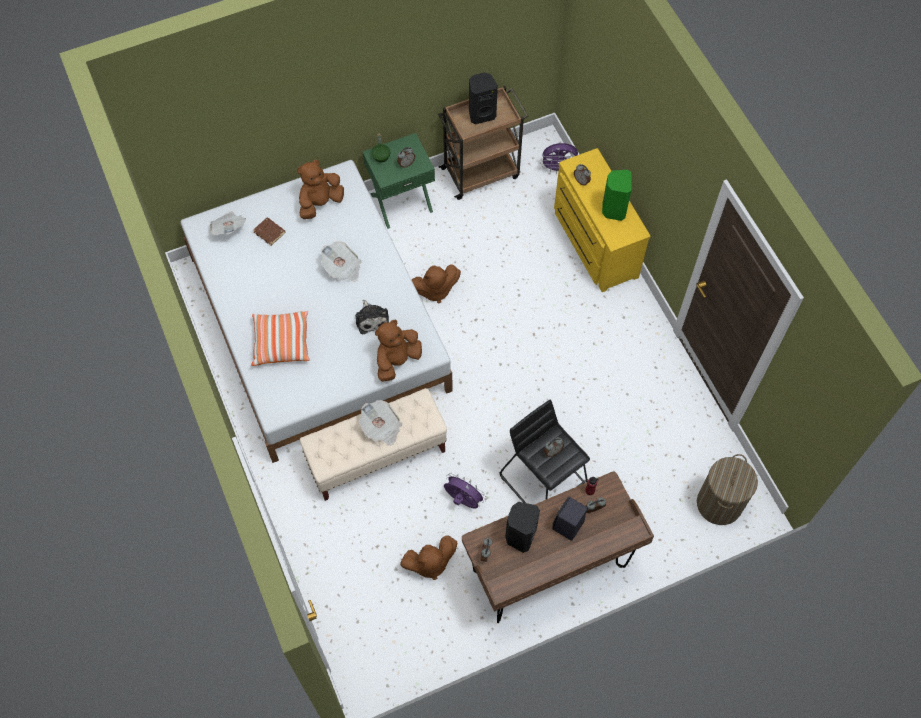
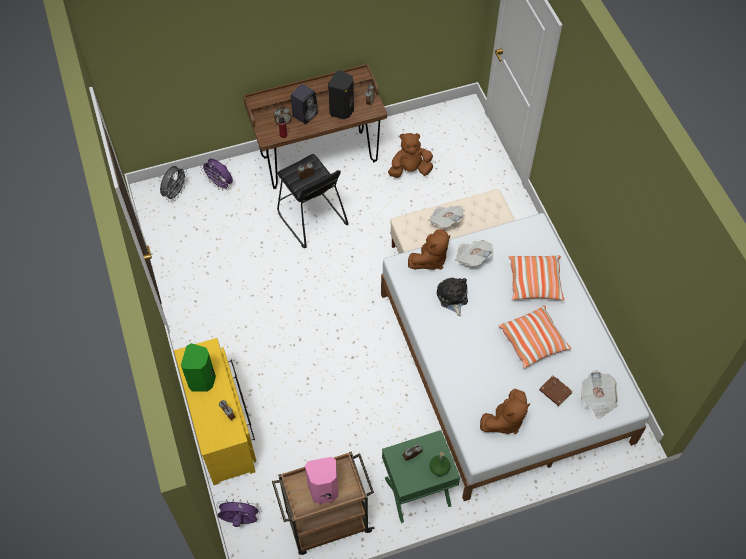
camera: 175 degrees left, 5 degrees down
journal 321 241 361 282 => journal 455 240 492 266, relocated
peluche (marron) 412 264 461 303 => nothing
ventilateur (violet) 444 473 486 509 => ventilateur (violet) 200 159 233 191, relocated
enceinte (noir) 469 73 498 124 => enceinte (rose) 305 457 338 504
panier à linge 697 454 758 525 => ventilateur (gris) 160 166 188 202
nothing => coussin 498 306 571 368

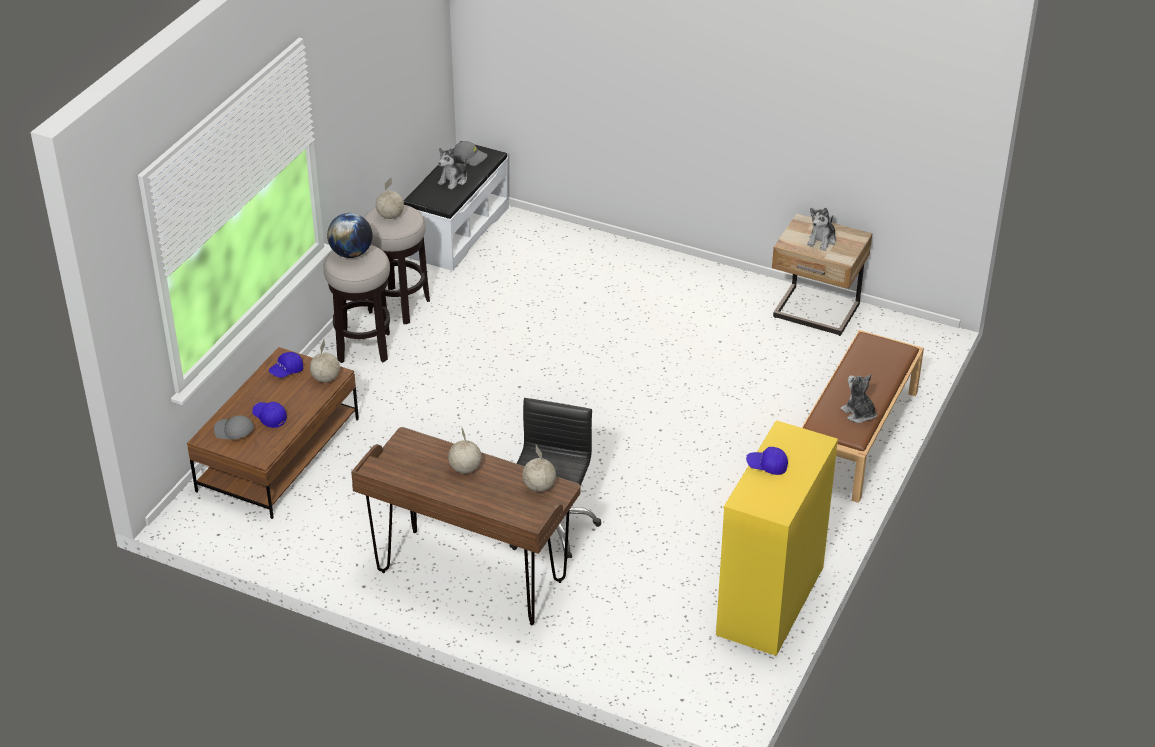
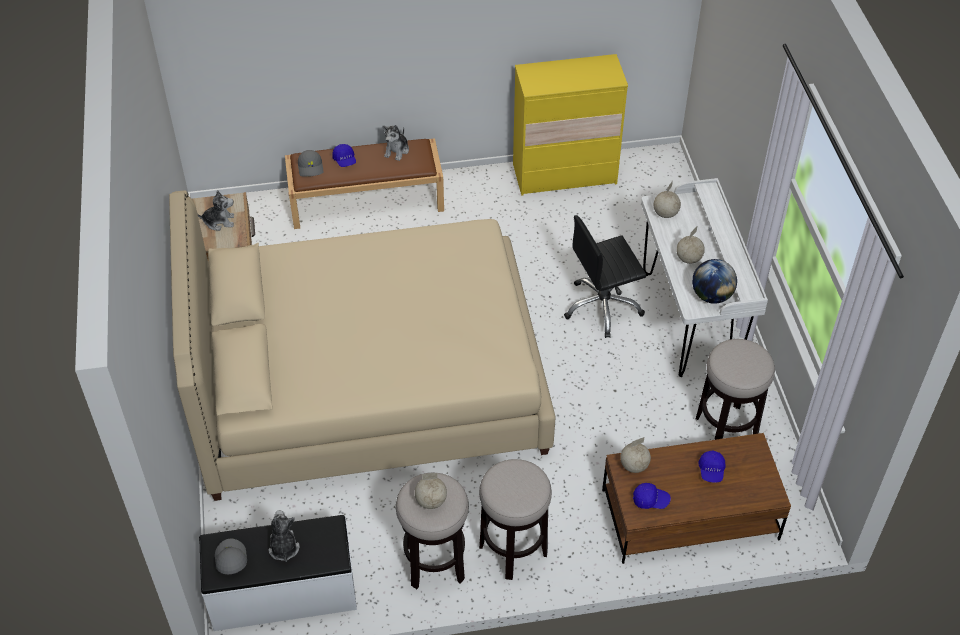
camera: 125 degrees left, 10 degrees up
casquette (gris) 214 415 254 440 => casquette (gris) 298 150 323 177, relocated
globe 327 213 372 258 => globe 692 259 737 304, relocated
bureau (marron) 351 427 580 625 => bureau (blanc) 641 178 768 377
peluche 438 148 467 190 => peluche 269 510 300 562, 105 degrees counterclockwise
casquette (bleu) 746 447 788 475 => casquette (bleu) 332 144 356 167, relocated
nothing => lit (beige) 169 191 556 501
nothing => tabouret 696 339 775 440

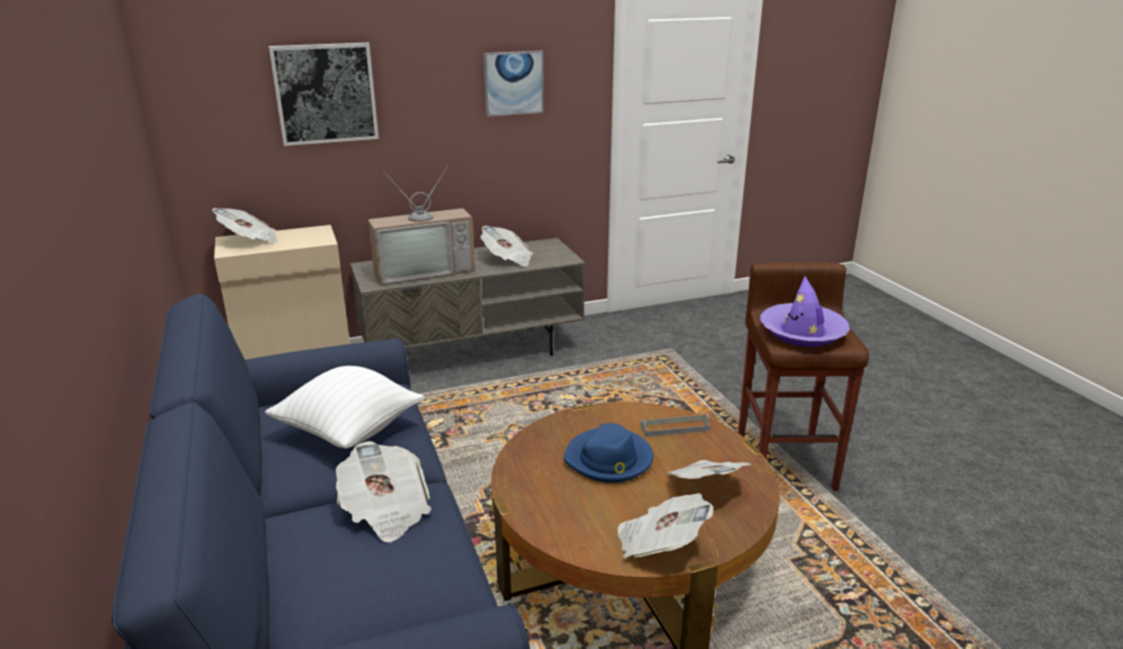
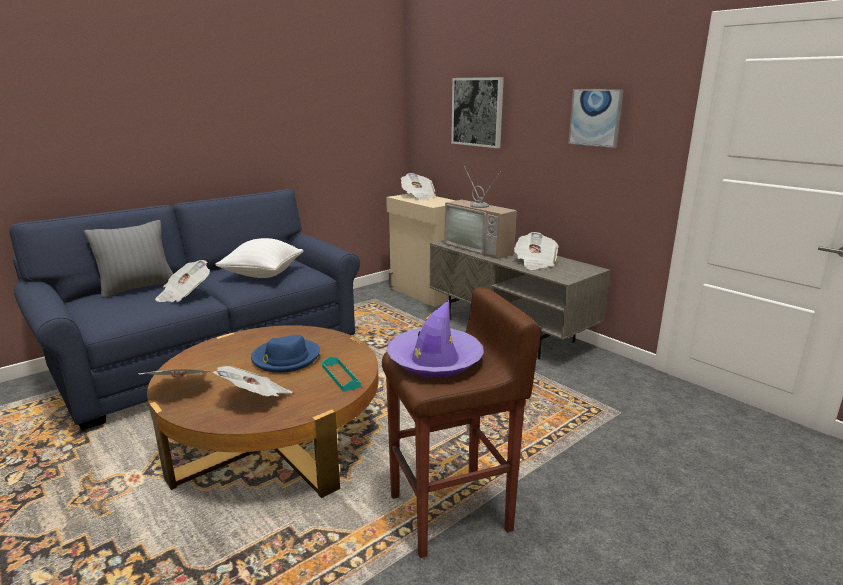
camera: 70 degrees right, 5 degrees down
plateau (gris) 640 414 711 437 => plateau (turquoise) 322 356 361 392
nothing => coussin (gris) 84 220 173 298

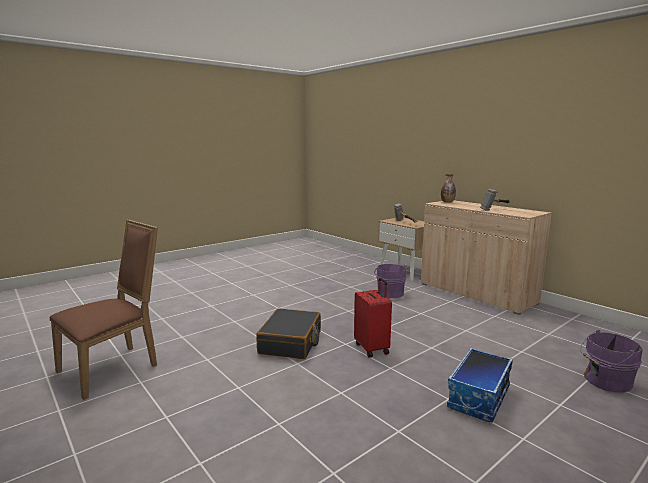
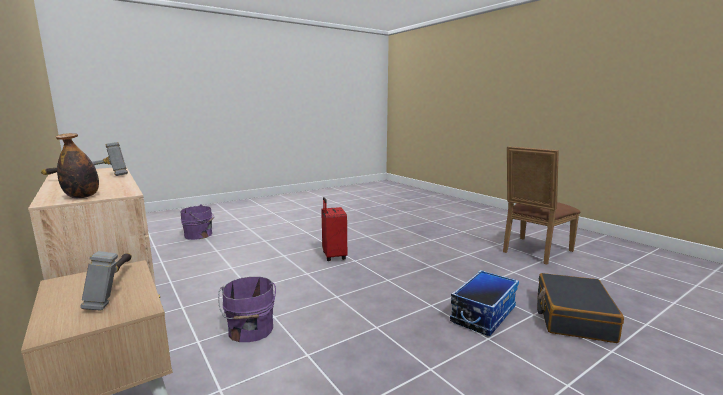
camera: 175 degrees left, 0 degrees up
valise (noir) 256 308 321 359 => valise (noir) 537 273 624 343, relocated
boîte de rangement 447 348 513 423 => boîte de rangement 450 270 519 336, relocated

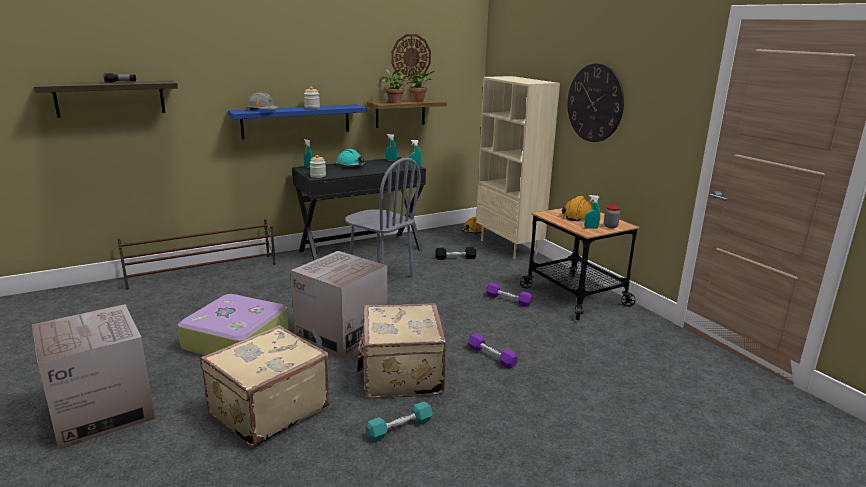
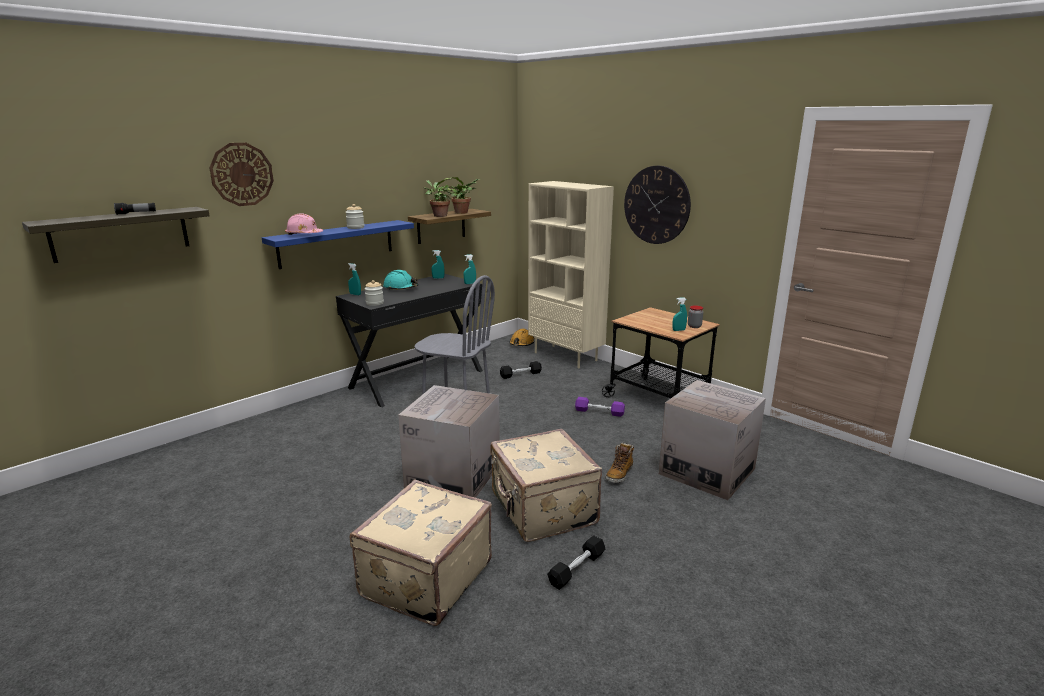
camera: 15 degrees left, 0 degrees up
carton 32 304 155 449 => carton 659 380 766 501, relocated
étagère à chaussures (marron) 117 219 276 290 => nothing
valise 178 294 288 355 => nothing
casque de chantier (gris) 247 92 279 110 => casque de chantier (rose) 285 213 323 235
haltère (turquoise) 366 401 433 442 => haltère (noir) 547 535 605 590
horloge murale 391 34 431 80 => horloge murale 209 143 274 206, relocated
haltère (violet) 468 333 518 368 => botte 606 443 634 483
casque de chantier (orange) 562 196 592 221 => nothing

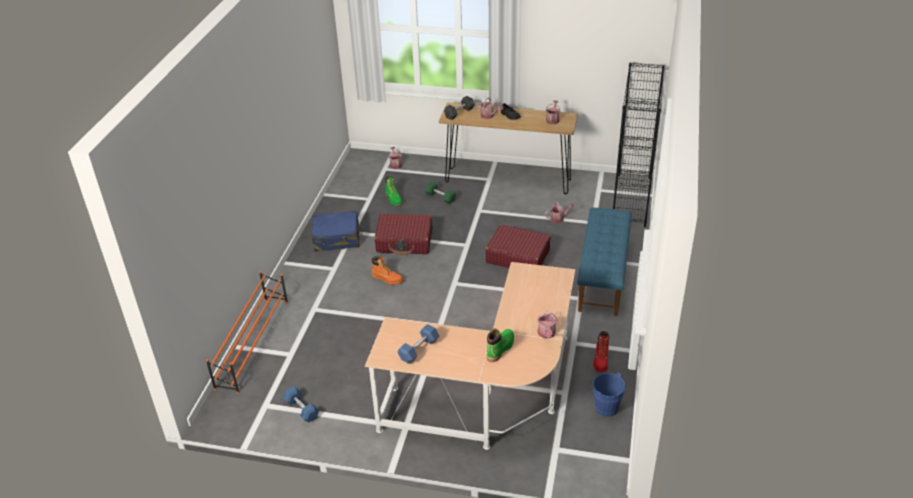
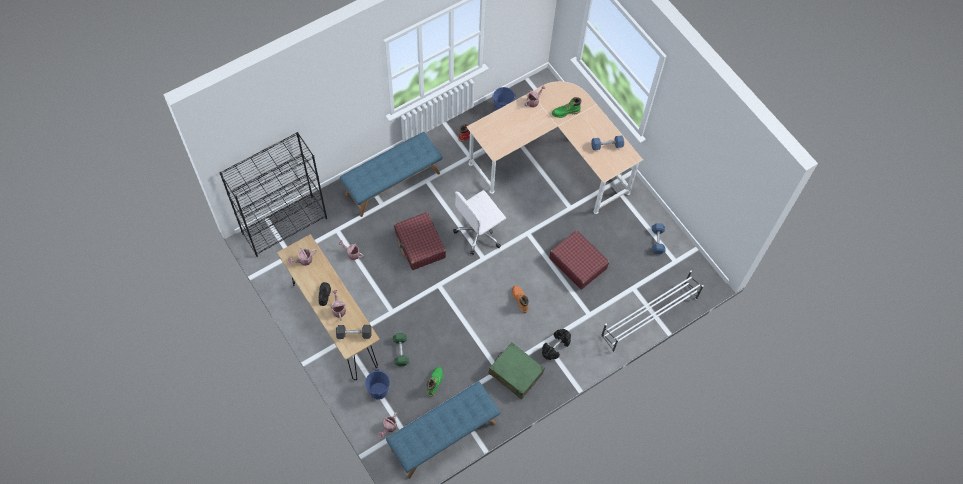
camera: 140 degrees left, 25 degrees up
étagère à chaussures (orange) 206 271 288 394 => étagère à chaussures (blanc) 601 270 704 353
valise (bleu) 312 211 362 252 => valise (vert) 489 342 545 399
valise (rouge) 374 214 432 255 => valise (rouge) 549 230 609 289, relocated
nothing => seau (bleu) 365 369 394 400
nothing => banc (bleu) 386 381 501 479
nothing => chaise de bureau (blanc) 453 190 506 255
nothing => haltère (noir) 542 329 571 360

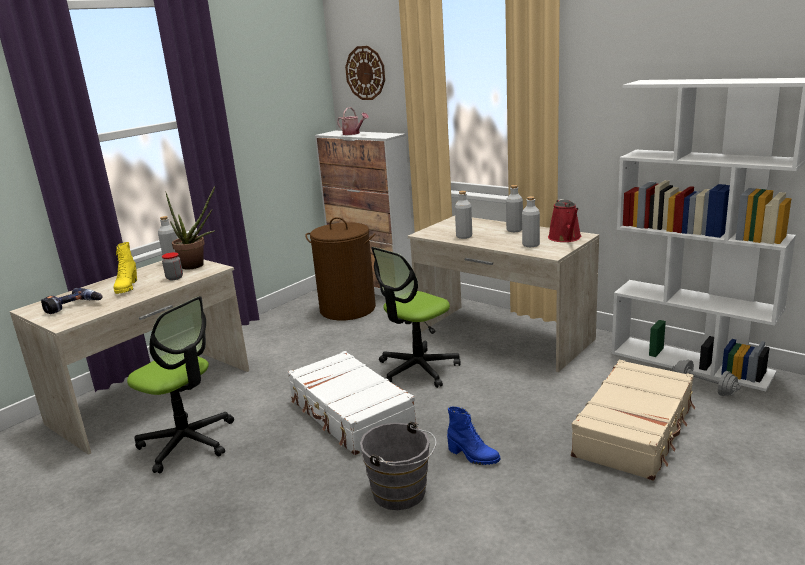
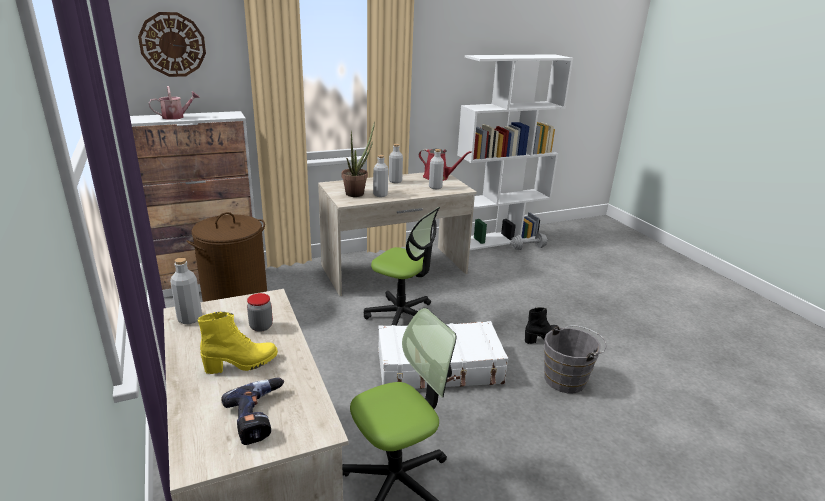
camera: 65 degrees left, 5 degrees up
botte (jaune) 114 242 137 294 => botte (jaune) 197 312 278 374, 45 degrees counterclockwise
plante en pot 165 186 215 269 => plante en pot 341 121 375 197, relocated
chaise de bureau 371 247 461 388 => chaise de bureau 364 207 440 326, 45 degrees counterclockwise
botte (bleu) 447 407 501 465 => botte (noir) 525 307 559 344
valise (beige) 571 360 695 481 => nothing

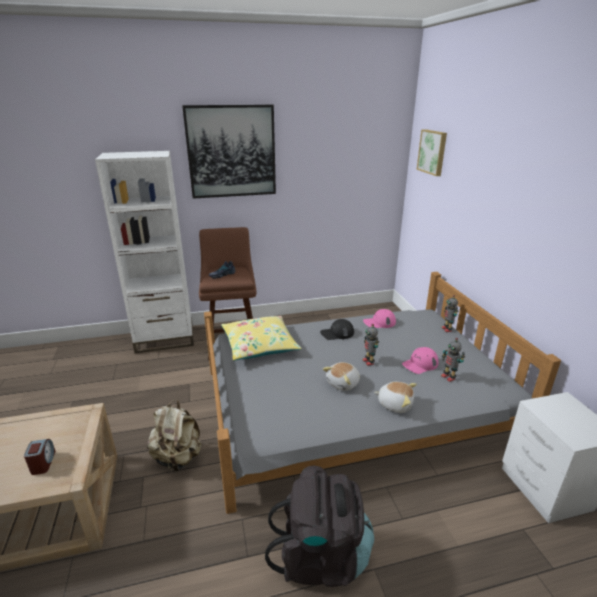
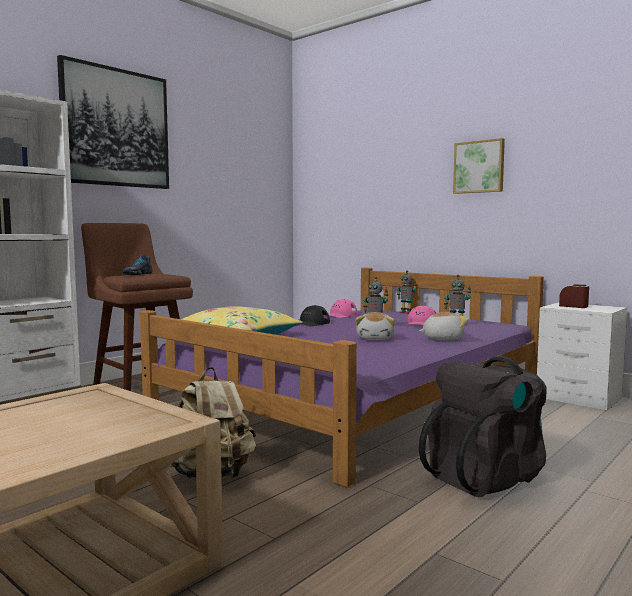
camera: 35 degrees left, 20 degrees down
réveil 24 439 56 475 => réveil 559 284 589 308, relocated
lit (gris) 204 272 561 514 => lit (violet) 140 268 544 488
tableau 417 129 447 176 => tableau 453 138 505 194, relocated

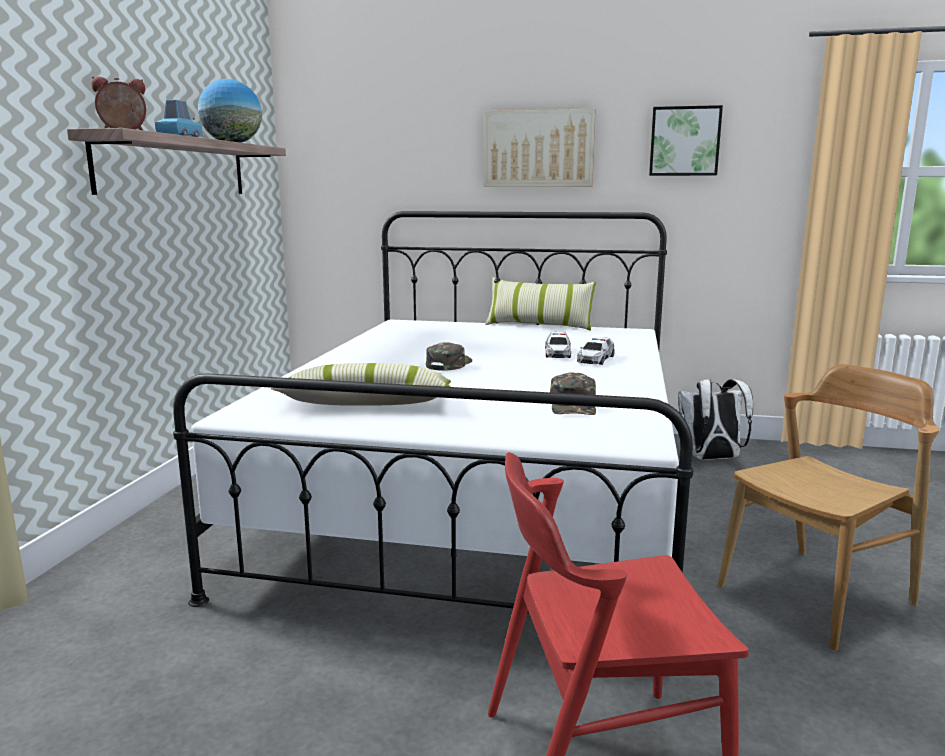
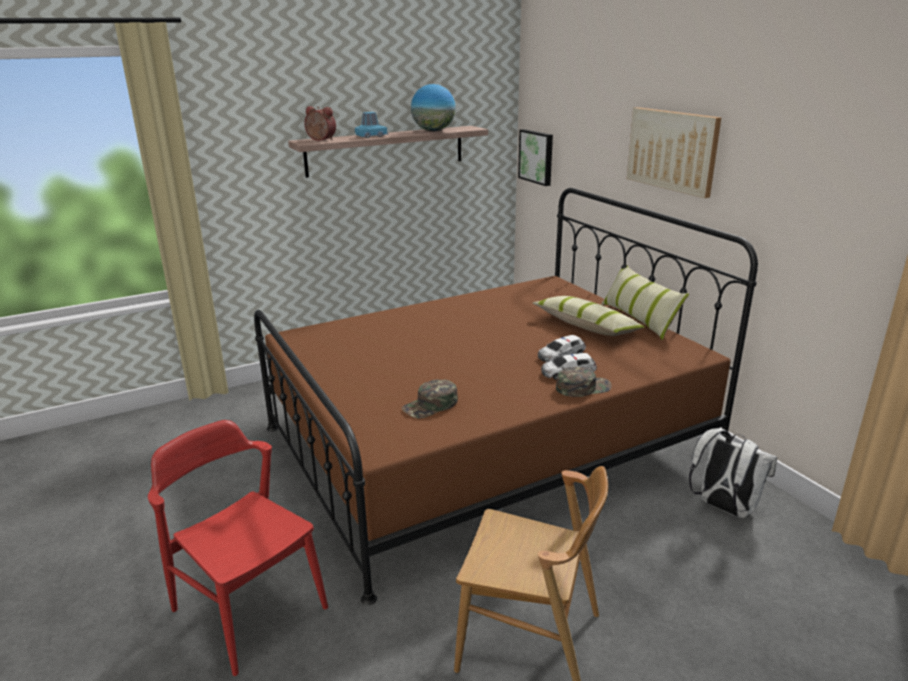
camera: 50 degrees right, 10 degrees up
lit (blanc) 173 211 694 608 => lit (marron) 254 188 758 605
coussin 271 363 451 406 => coussin 533 296 645 336, relocated
casquette (vert) 426 343 472 371 => casquette (vert) 556 367 612 397, relocated
tableau 649 105 723 176 => tableau 518 129 553 186, relocated

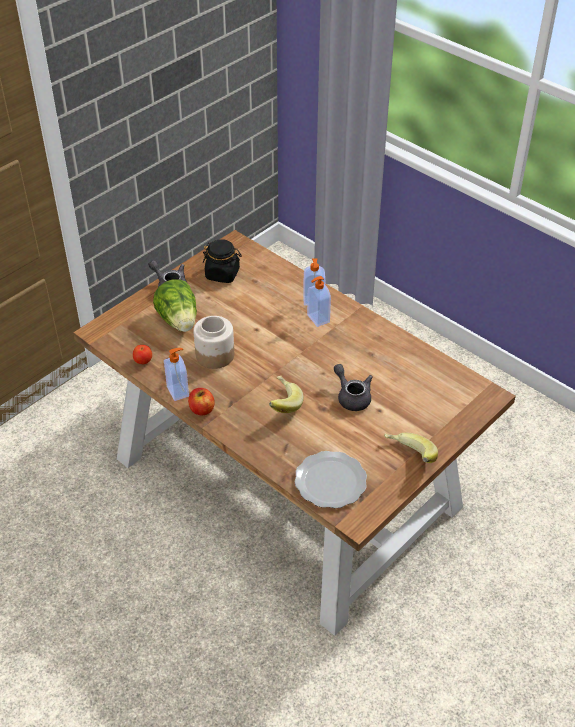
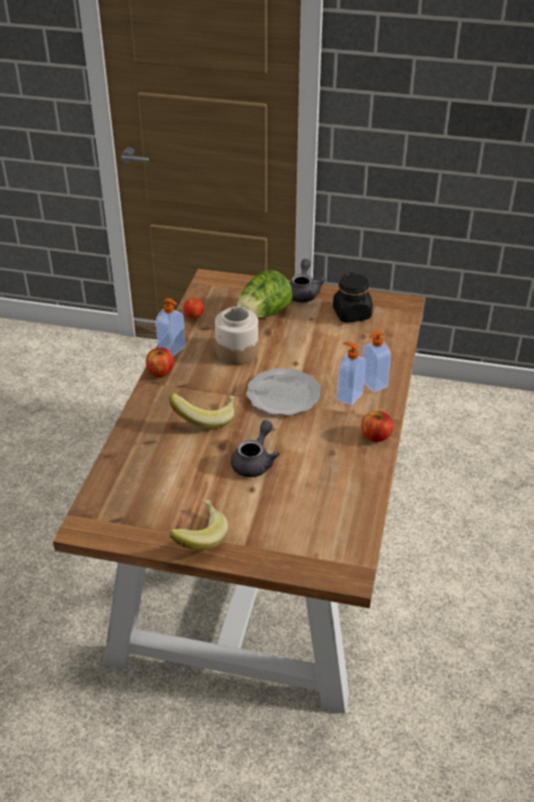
camera: 60 degrees right, 5 degrees down
assiette 294 451 367 508 => assiette 246 368 321 416, relocated
nothing => pomme 361 411 394 442

